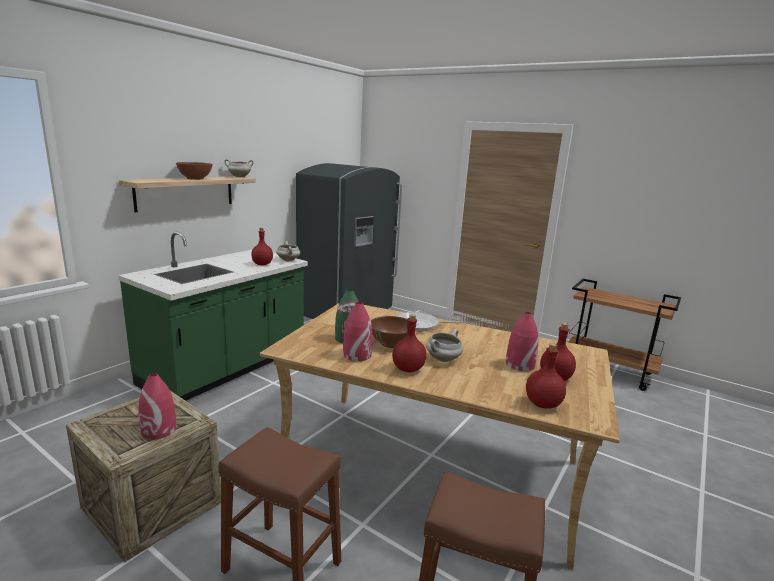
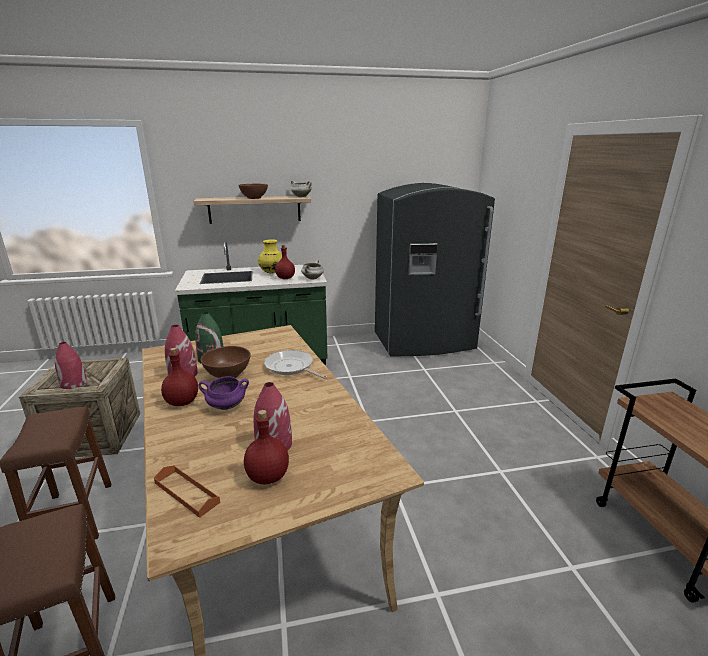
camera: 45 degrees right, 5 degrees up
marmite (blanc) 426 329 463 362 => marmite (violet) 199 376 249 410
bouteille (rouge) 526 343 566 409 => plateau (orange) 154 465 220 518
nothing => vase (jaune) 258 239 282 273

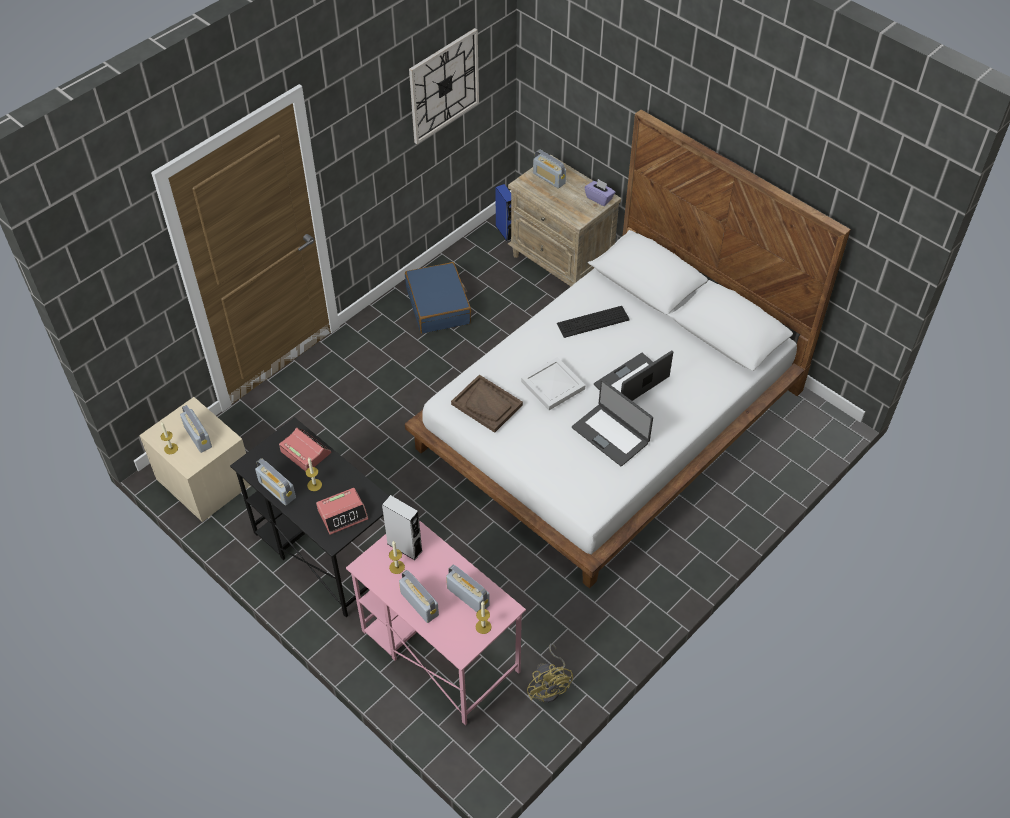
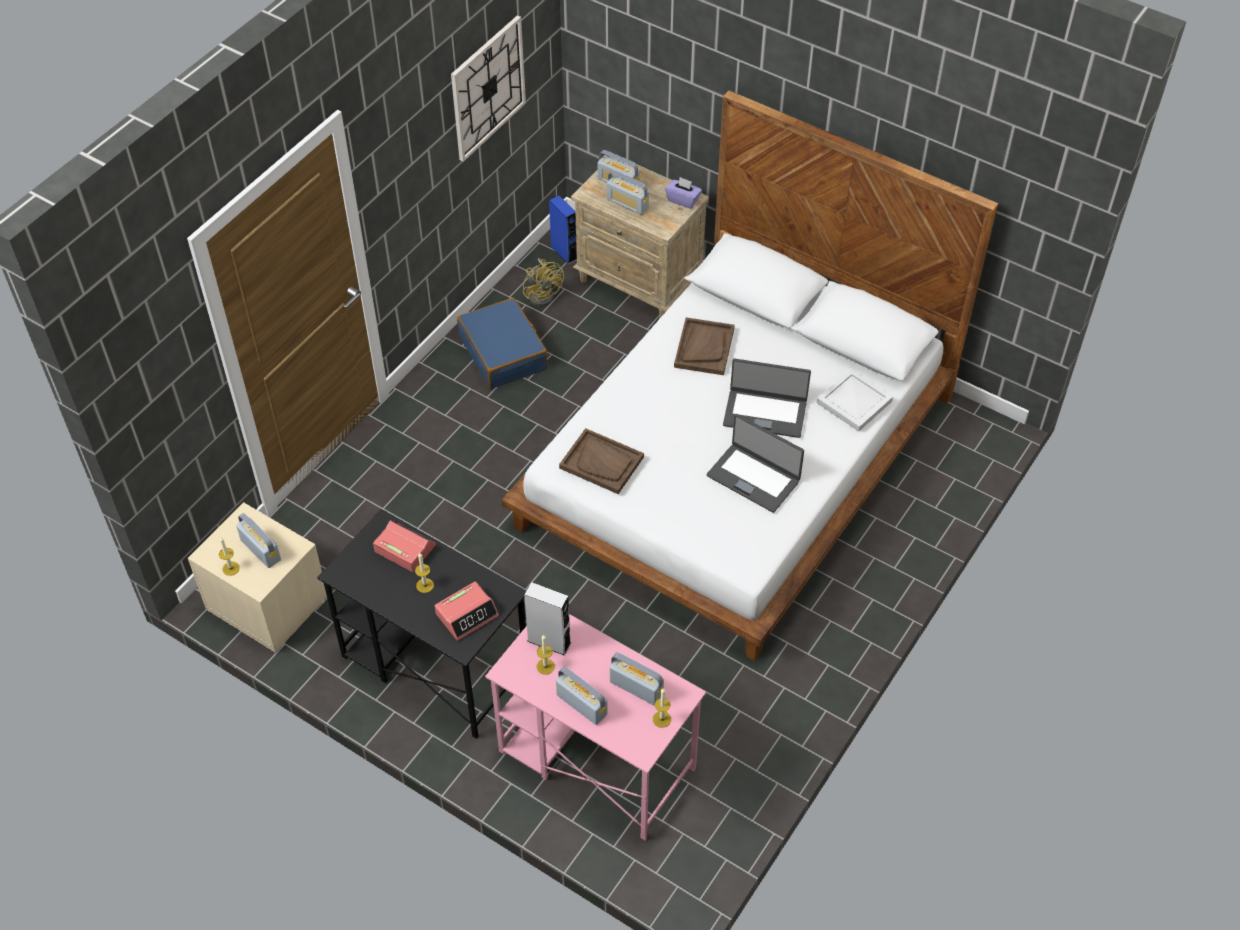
camera: 10 degrees left, 0 degrees up
radio 255 458 296 506 => radio 607 170 649 215, relocated
plateau (blanc) 521 357 585 410 => plateau (blanc) 817 369 893 432, relocated
ventilateur (jaune) 527 644 573 703 => ventilateur (jaune) 523 258 564 307, relocated
clavier 557 306 630 338 => plateau (marron) 674 317 735 375
ordinateur portable 594 350 673 401 => ordinateur portable 723 358 811 438, 120 degrees counterclockwise

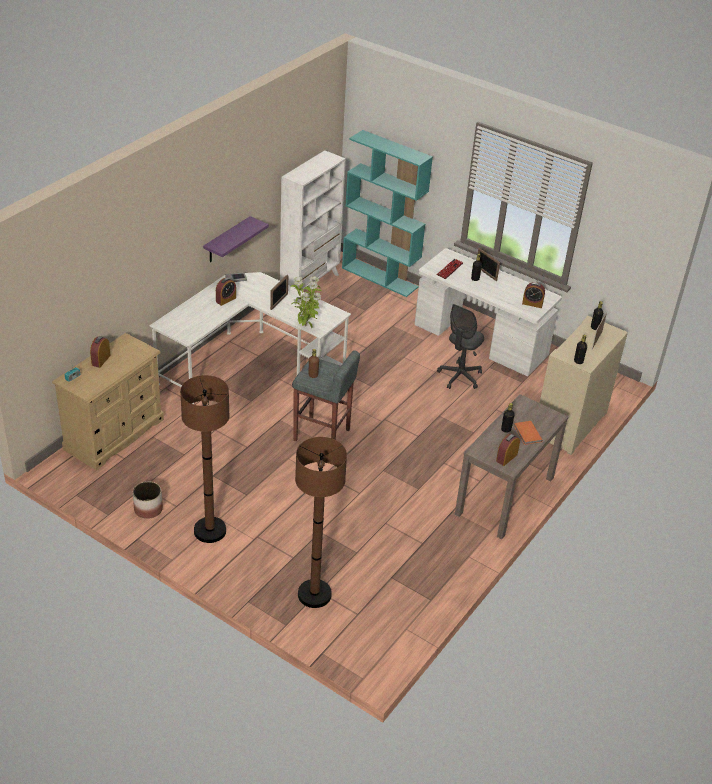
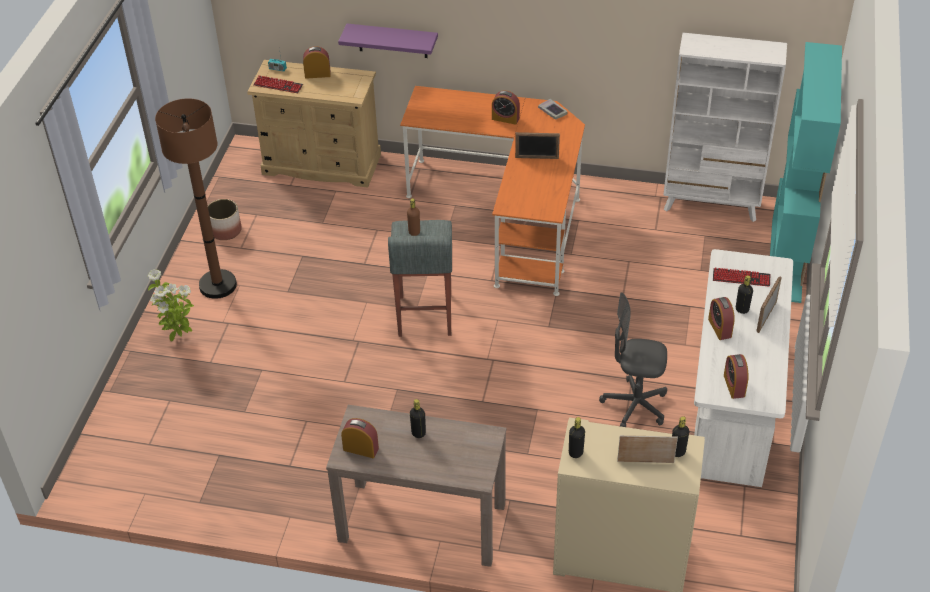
camera: 70 degrees right, 5 degrees up
bureau (blanc) 150 272 351 404 => bureau (orange) 400 86 585 296
étagère (violet) 203 216 269 263 => étagère (violet) 338 24 438 58, relocated
plante en pot 290 276 321 328 => plante en pot 148 269 194 342, relocated
lampadaire (marron) 295 437 347 608 => nothing
livre (orange) 514 421 543 445 => nothing
nothing => clavier 253 75 303 93
nothing => réveil 708 297 735 340

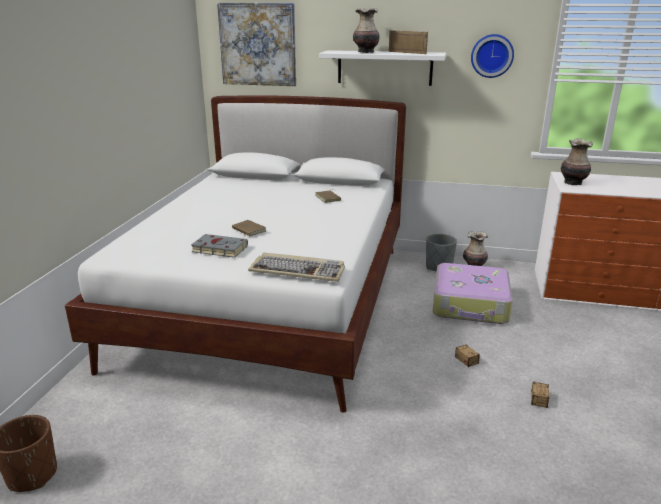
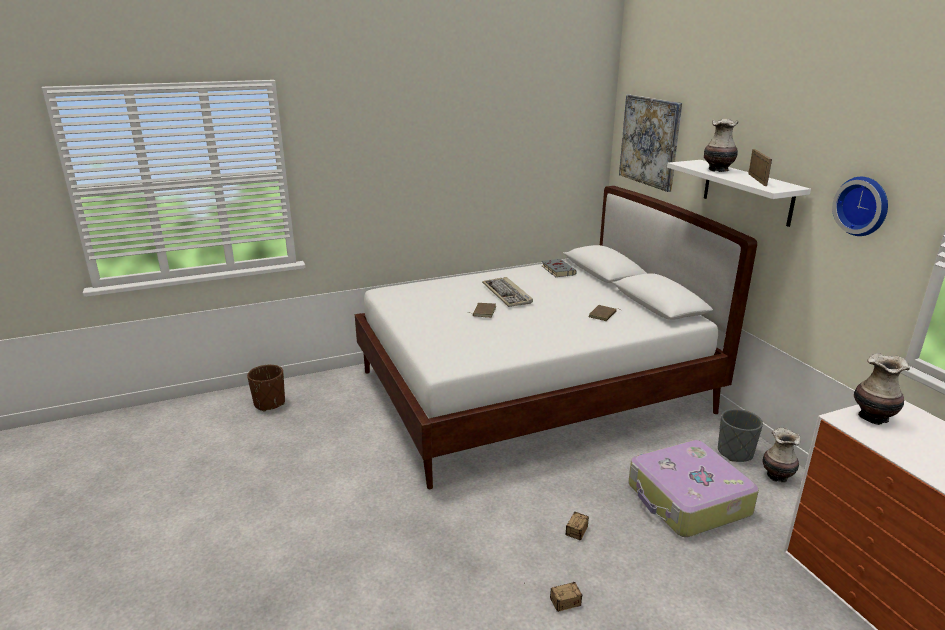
camera: 55 degrees right, 0 degrees up
livre (gris) 191 234 248 258 => livre (gris) 542 259 577 277, relocated
clavier 248 253 345 282 => clavier 482 277 533 307, relocated

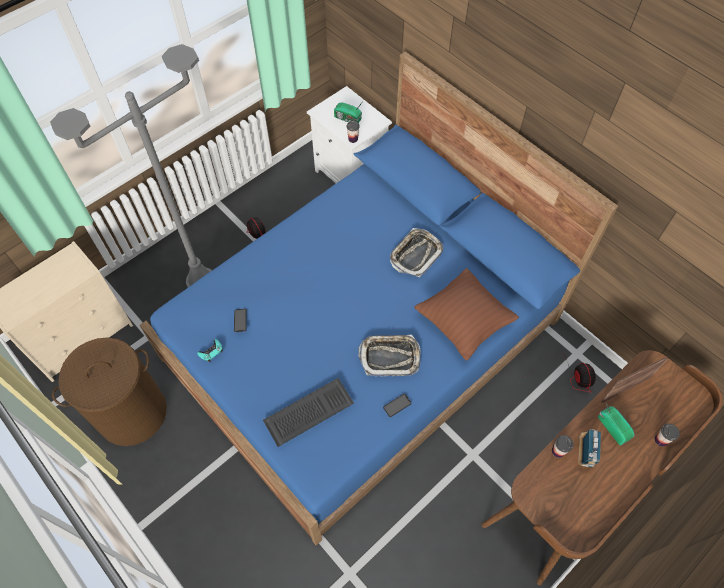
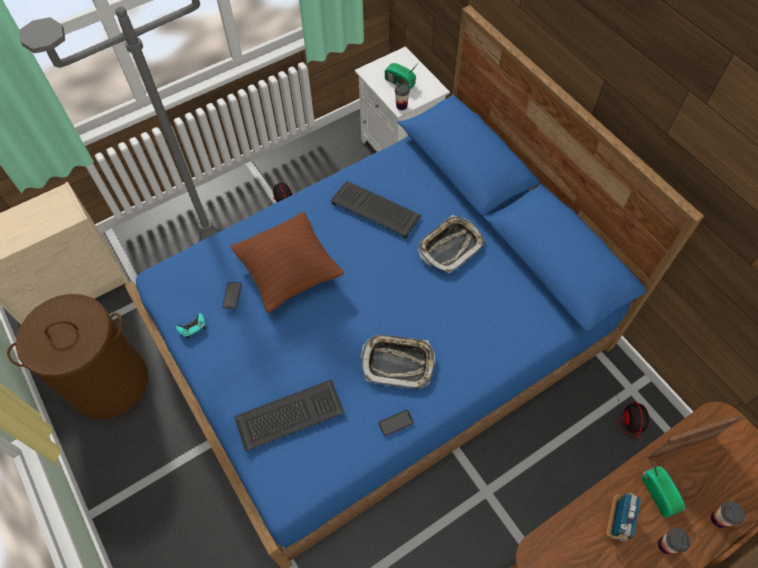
camera: 10 degrees right, 0 degrees up
coussin (marron) 414 268 519 360 => coussin (marron) 230 212 344 313, relocated
tasse 552 435 574 458 => tasse 658 528 690 554, relocated
nothing => clavier 330 181 422 239

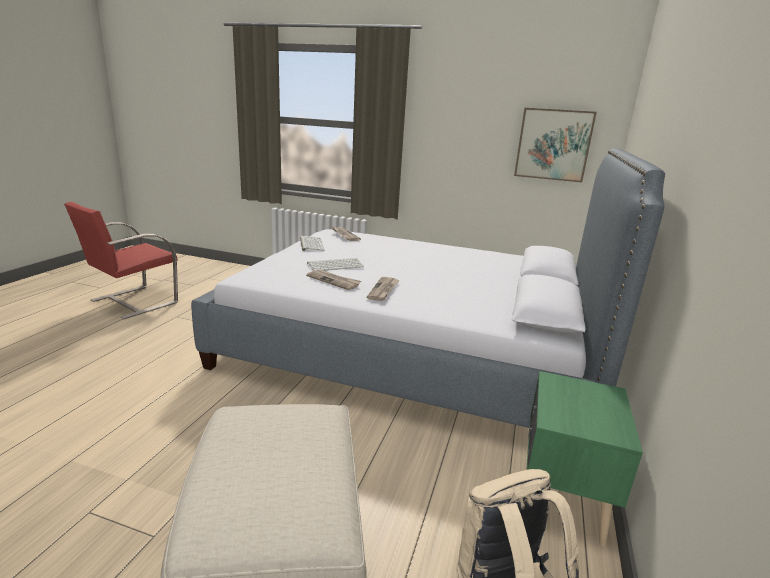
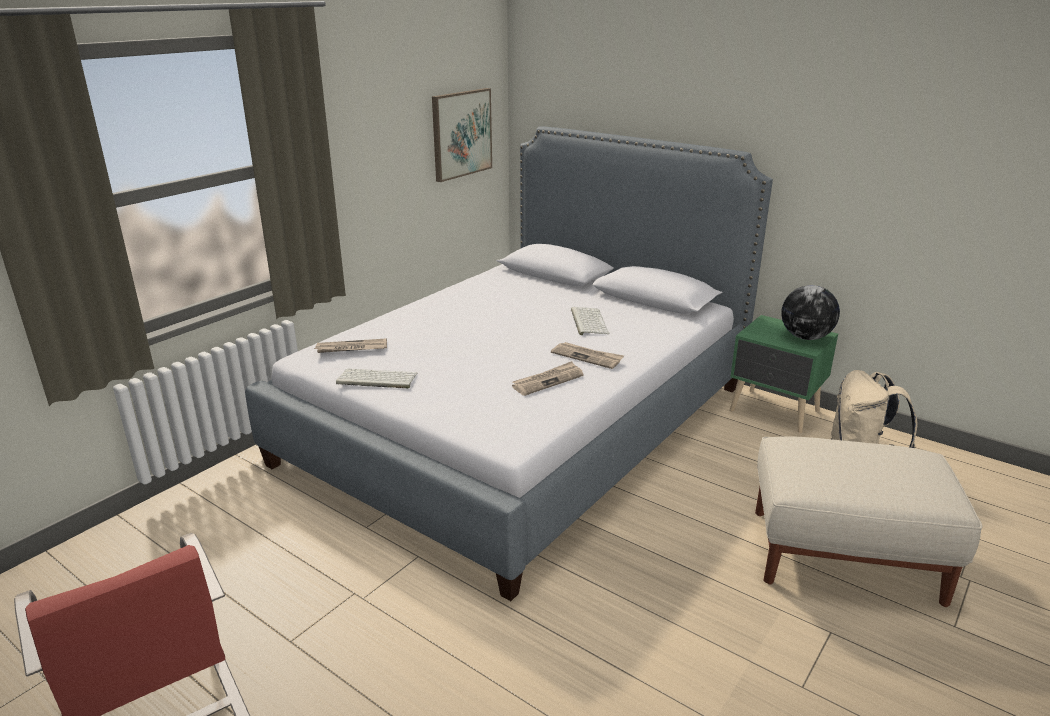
camera: 70 degrees left, 5 degrees up
clavier 307 258 364 271 => clavier 571 307 609 335, relocated
nothing => globe 781 285 840 340

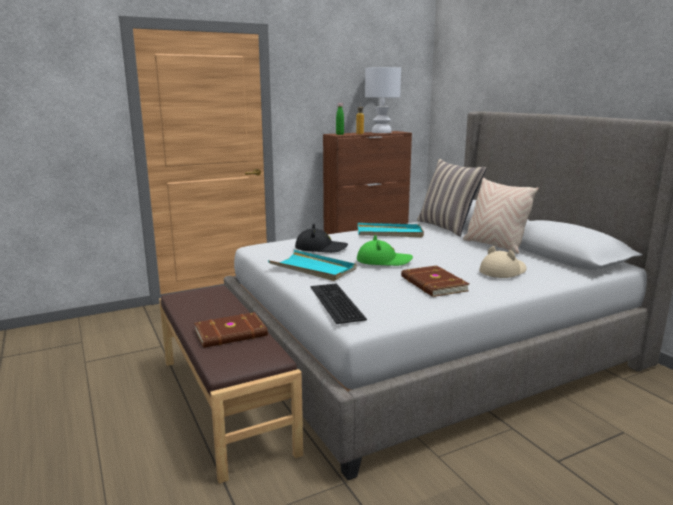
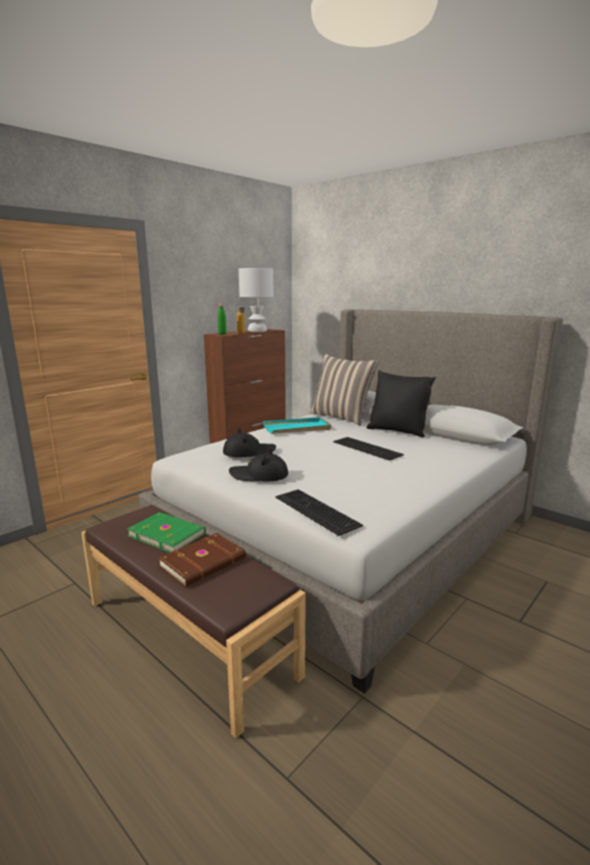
camera: 20 degrees left, 0 degrees up
plateau (turquoise) 268 250 357 281 => chapeau (noir) 229 448 288 481
chapeau (vert) 357 235 413 266 => nothing
livre (marron) 401 265 469 297 => nothing
coussin (beige) 463 178 539 254 => coussin (noir) 366 370 436 437
chapeau (beige) 479 246 527 278 => nothing
nothing => livre (vert) 127 512 206 553
nothing => clavier 333 437 404 461

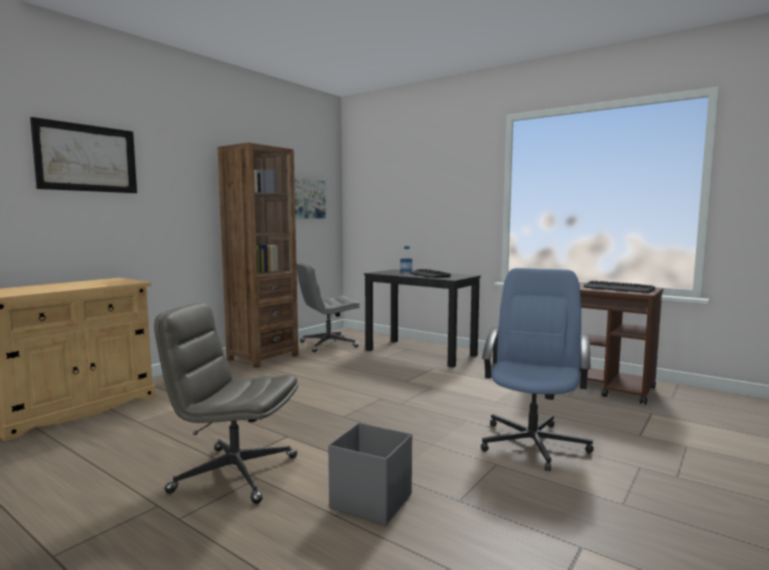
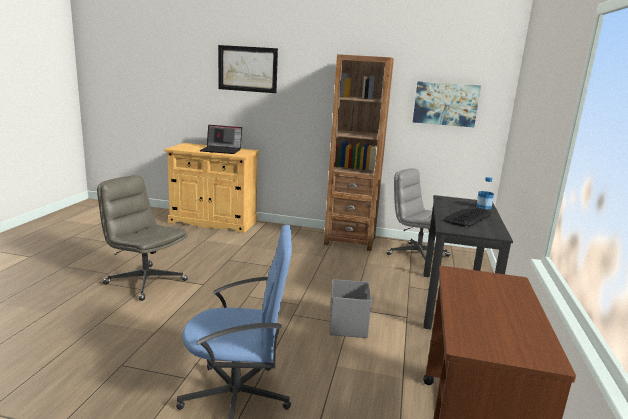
camera: 65 degrees right, 10 degrees up
chaise de bureau (gris) 154 303 298 504 => chaise de bureau (gris) 97 175 188 301, 45 degrees counterclockwise
boîte de rangement (gris) 328 423 412 526 => boîte de rangement (gris) 329 279 372 338, relocated
clavier 584 281 655 293 => nothing
nothing => ordinateur portable 200 125 242 154

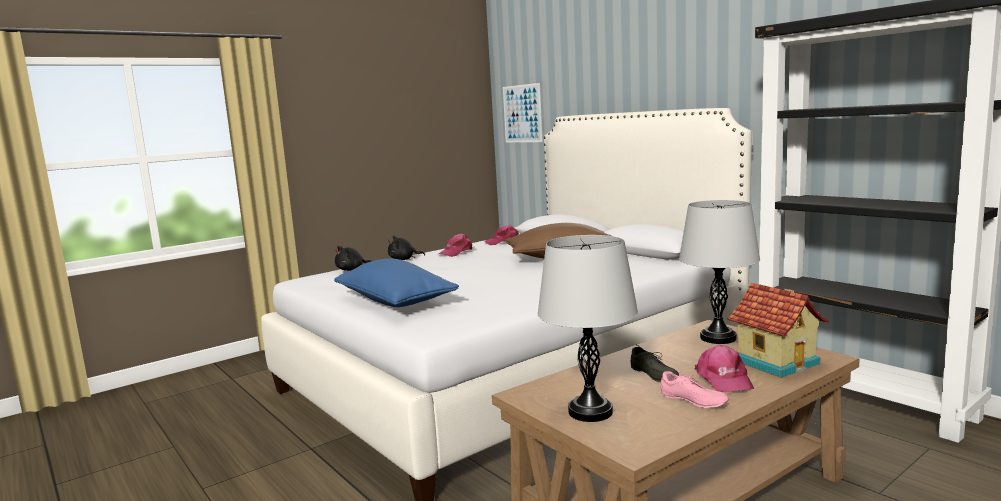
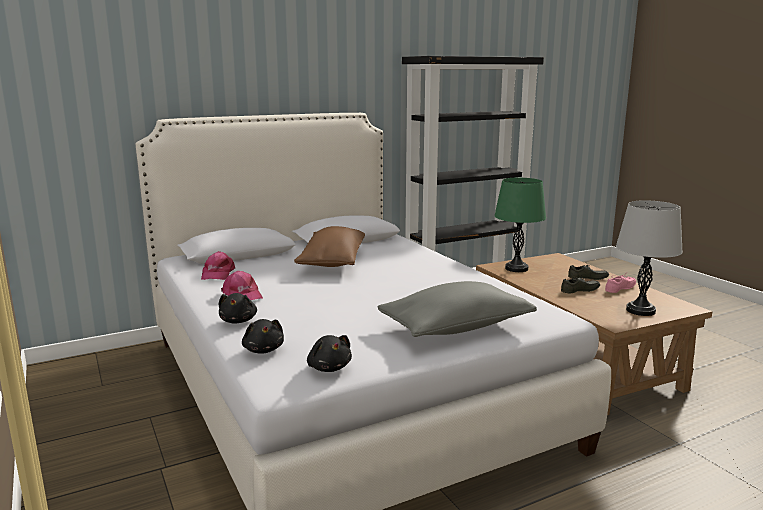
camera: 80 degrees left, 5 degrees up
coussin (bleu) 334 258 459 307 => coussin (gris) 377 281 537 337
tableau 503 83 543 142 => nothing
lampe de table (gris) 679 200 760 344 => lampe de table (vert) 494 178 546 272
casquette (rose) 694 345 754 392 => chaussure (gris) 568 264 609 280
maison miniature 728 283 829 378 => nothing
nothing => peluche (noir) 307 335 352 372

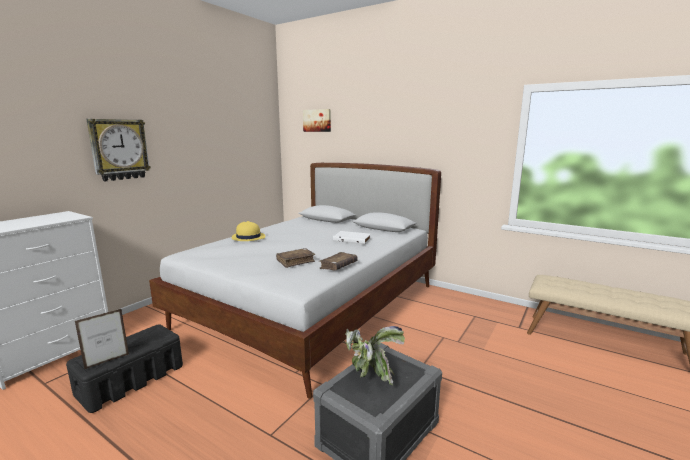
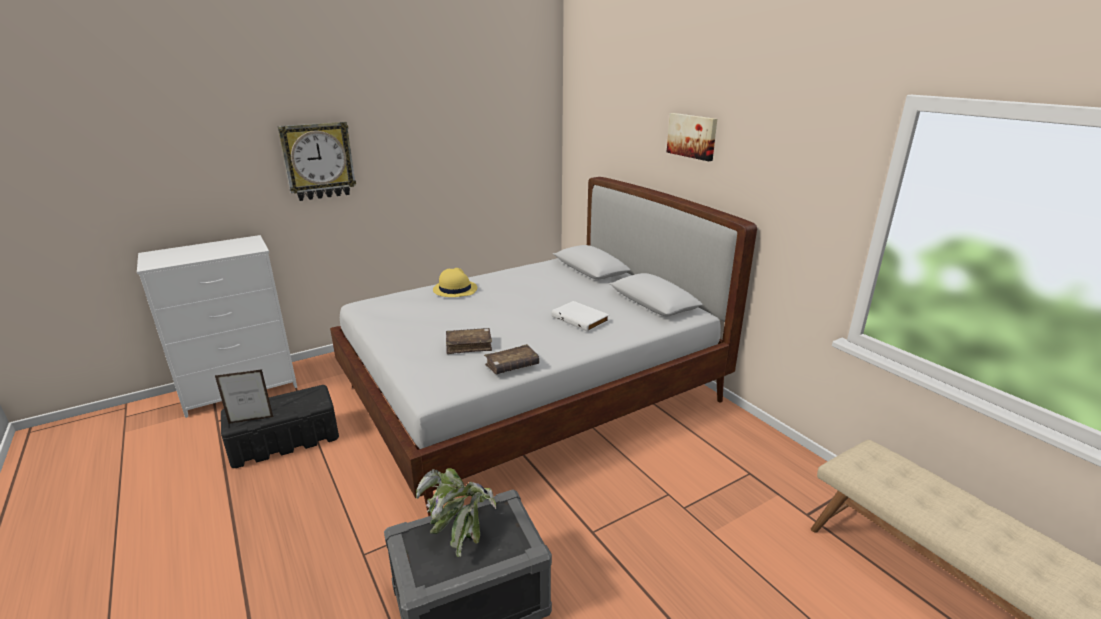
camera: 25 degrees right, 10 degrees up
tableau 303 109 331 132 => tableau 667 113 717 161, relocated

